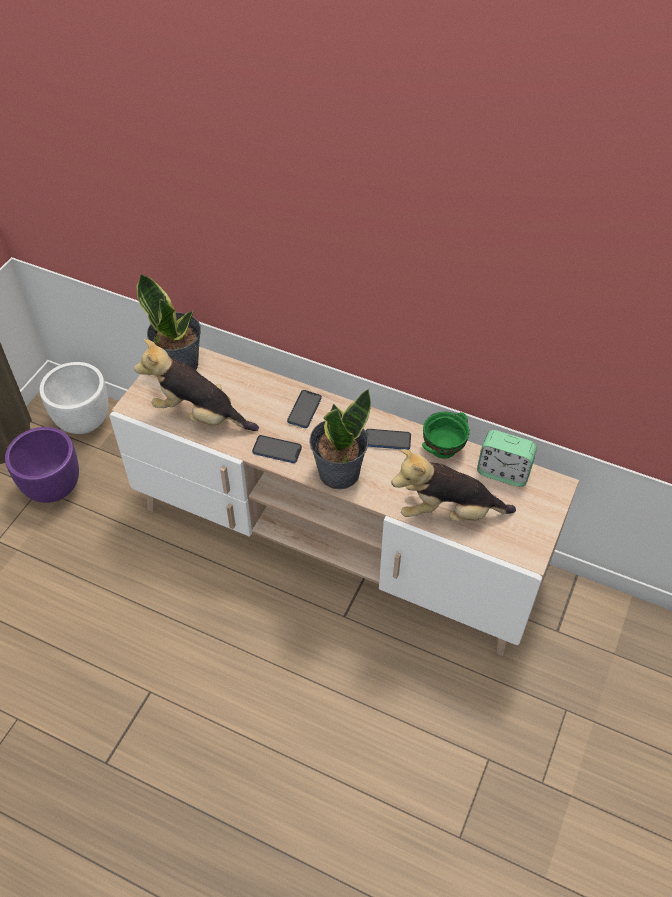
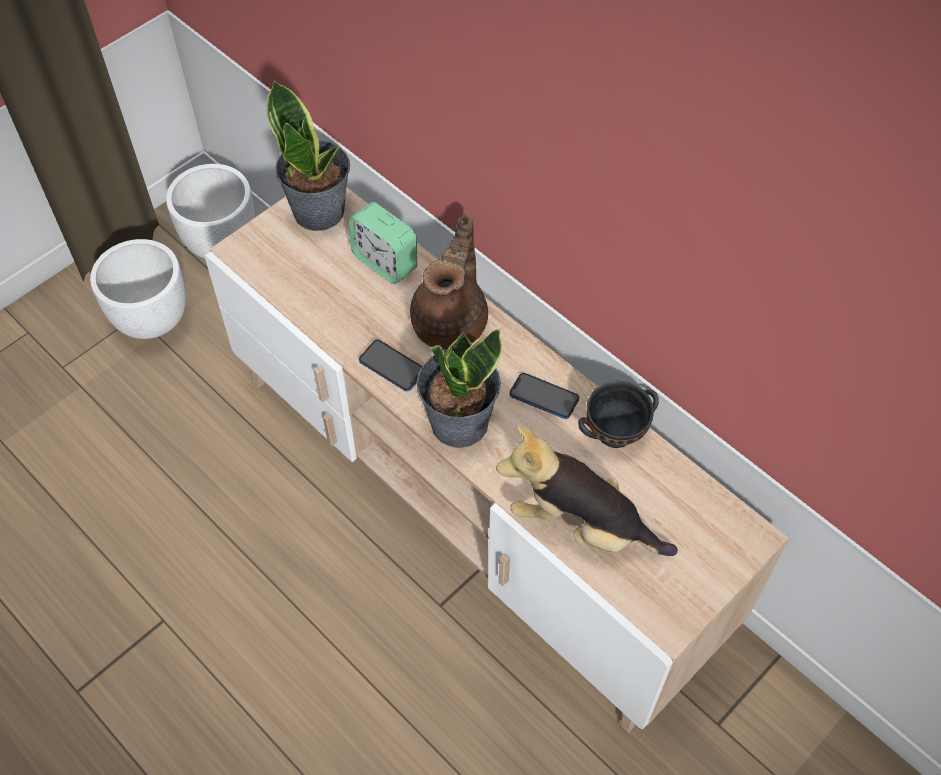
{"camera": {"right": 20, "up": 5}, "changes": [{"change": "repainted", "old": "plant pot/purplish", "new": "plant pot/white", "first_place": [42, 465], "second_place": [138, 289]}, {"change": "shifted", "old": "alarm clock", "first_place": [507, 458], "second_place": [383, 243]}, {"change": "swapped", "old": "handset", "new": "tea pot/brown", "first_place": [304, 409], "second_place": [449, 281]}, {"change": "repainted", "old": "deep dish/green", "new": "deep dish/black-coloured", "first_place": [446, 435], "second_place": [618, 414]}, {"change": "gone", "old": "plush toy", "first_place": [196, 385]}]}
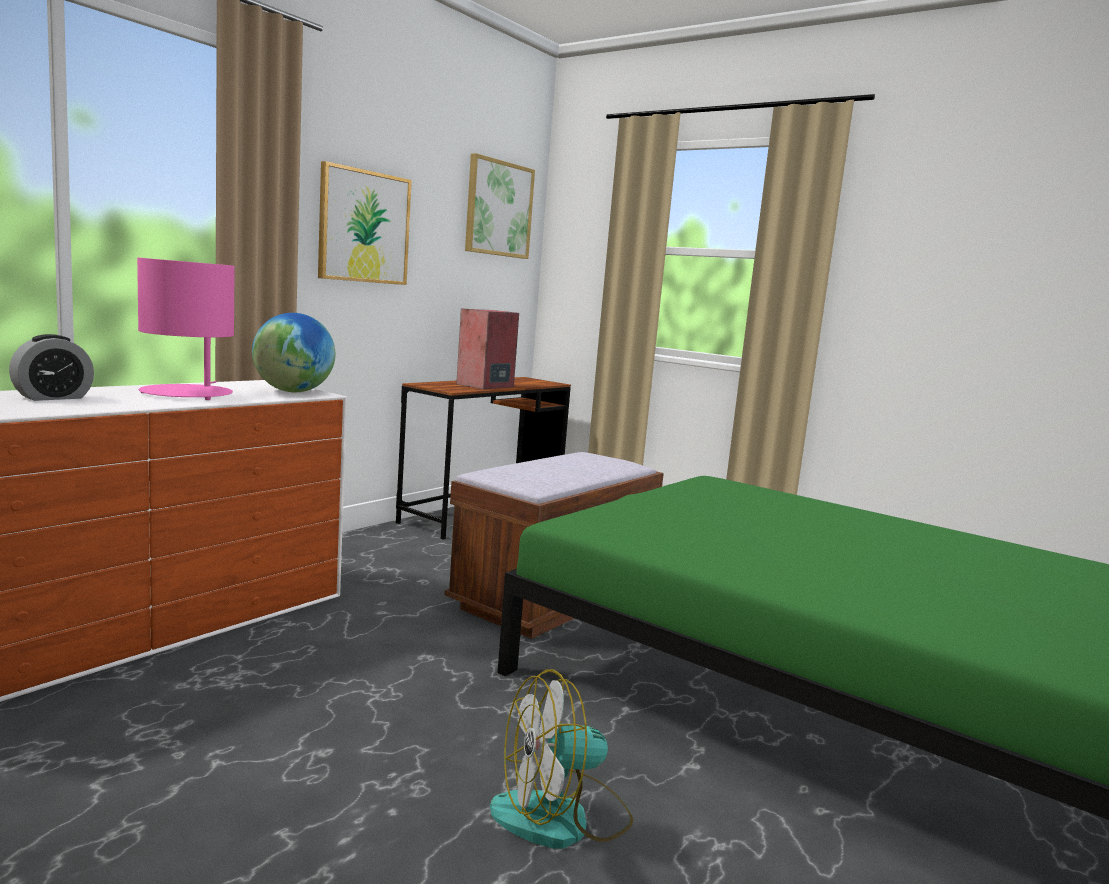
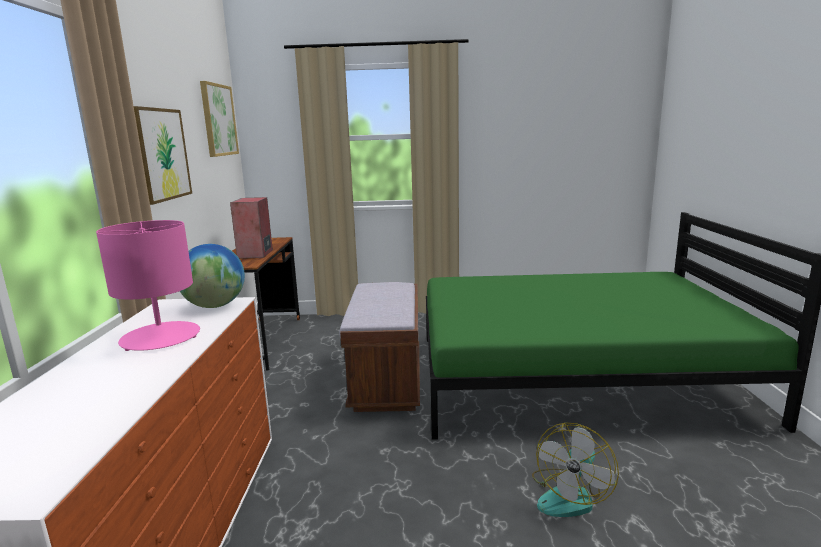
{"camera": {"right": -35, "up": 5}, "changes": [{"change": "gone", "old": "alarm clock", "first_place": [51, 367]}]}
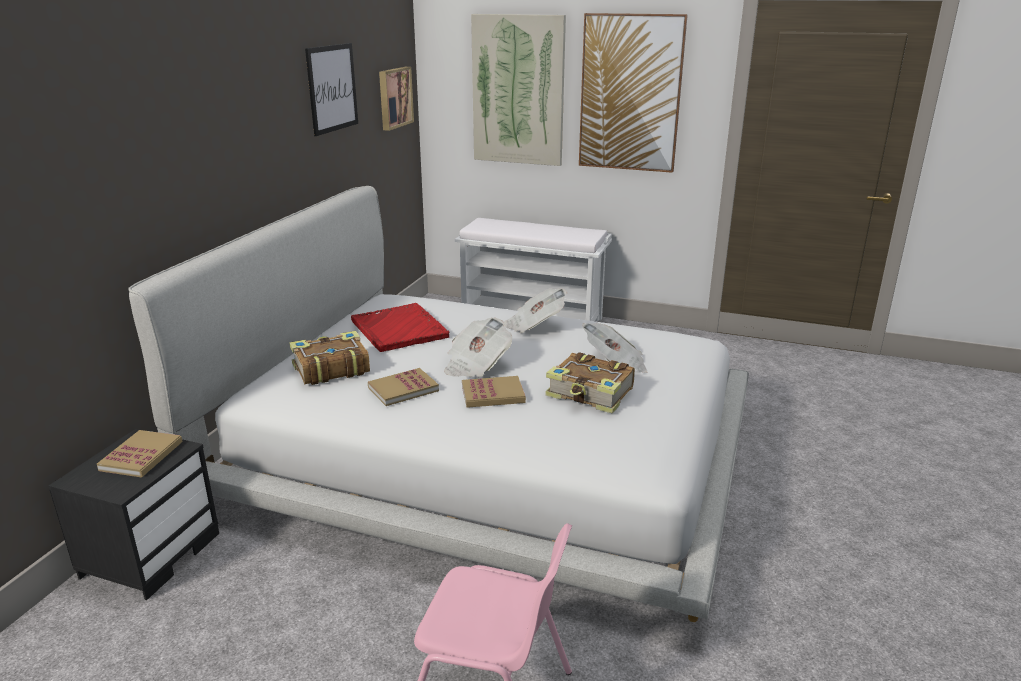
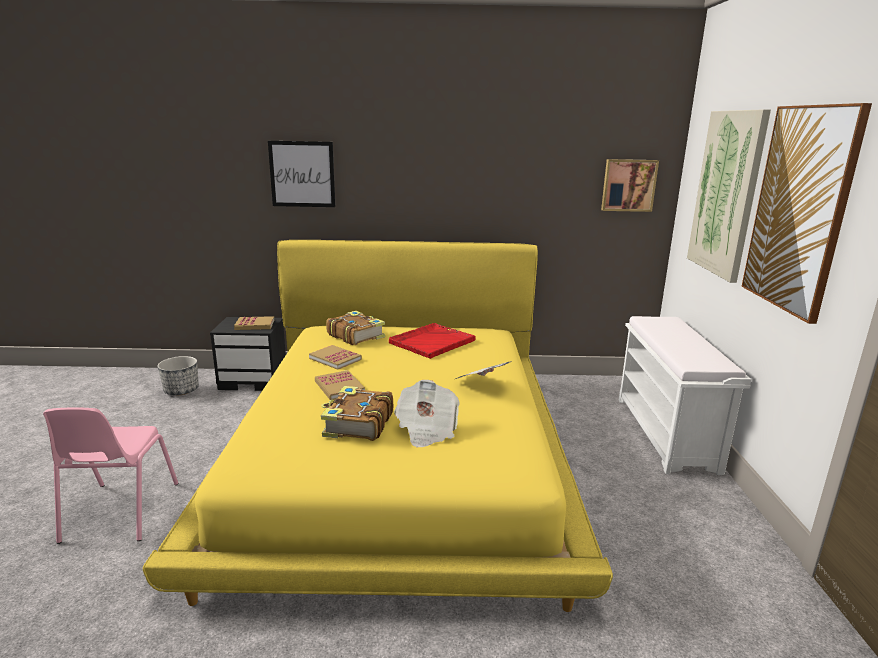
{"camera": {"right": 70, "up": -5}, "changes": [{"change": "repainted", "old": "bed/white", "new": "bed/yellow-coloured", "first_place": [439, 404], "second_place": [378, 426]}, {"change": "new", "new": "plant pot", "second_place": [178, 375]}, {"change": "shifted", "old": "picture", "first_place": [331, 89], "second_place": [302, 174]}, {"change": "gone", "old": "daily paper", "first_place": [478, 348]}]}
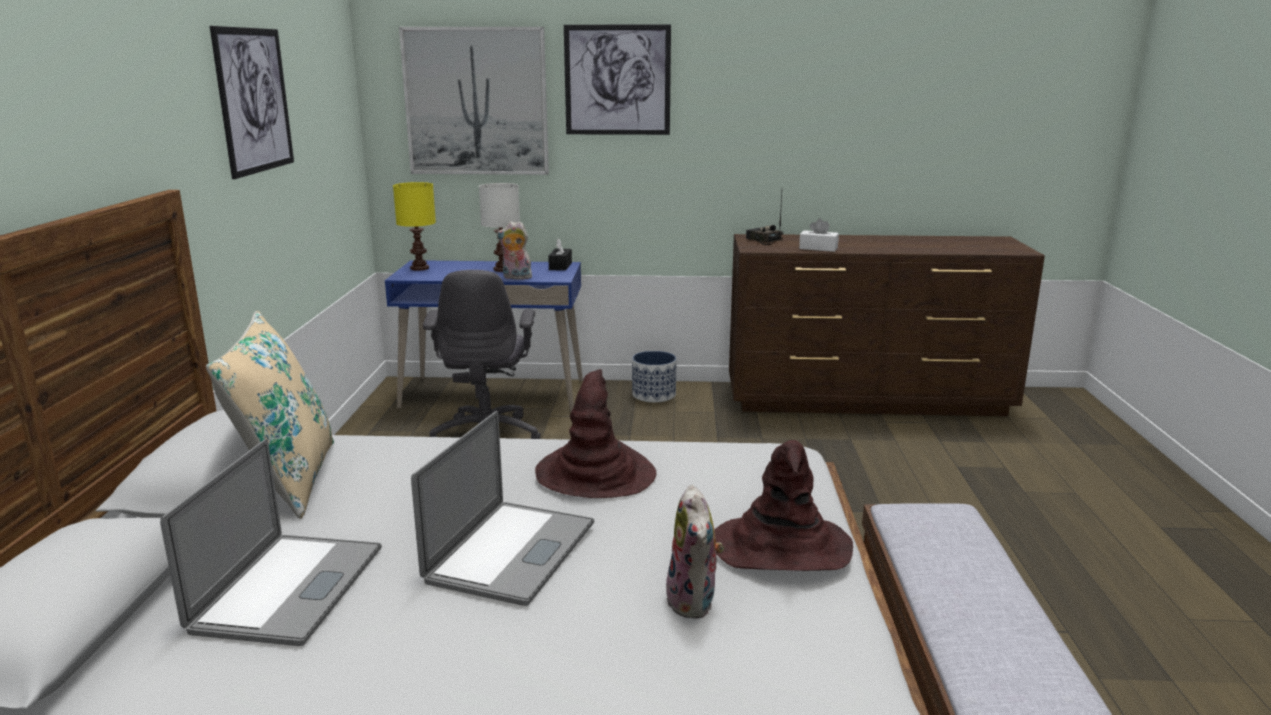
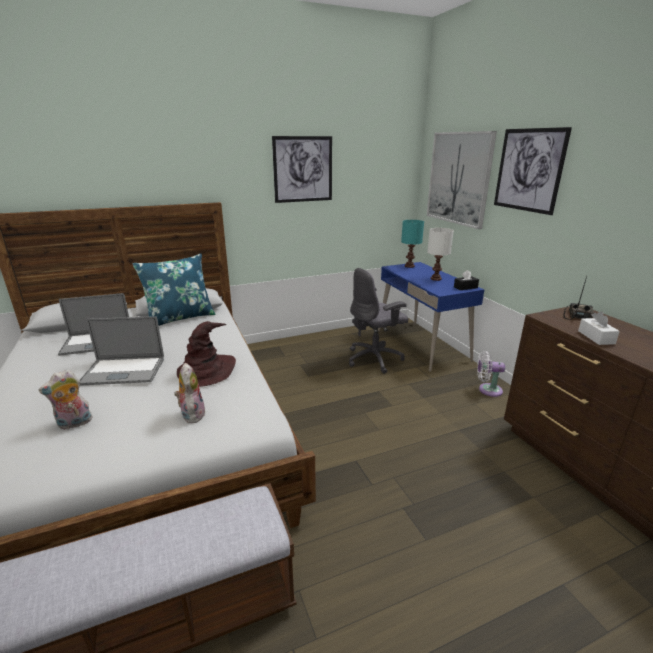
{"camera": {"right": 65, "up": 5}, "changes": [{"change": "repainted", "old": "cushion/beige-coloured", "new": "cushion/blue", "first_place": [270, 415], "second_place": [174, 290]}, {"change": "shifted", "old": "plush toy", "first_place": [514, 250], "second_place": [190, 393]}, {"change": "repainted", "old": "table lamp/yellow-coloured", "new": "table lamp/turquoise-coloured", "first_place": [414, 226], "second_place": [412, 244]}, {"change": "swapped", "old": "plant pot", "new": "electric fan/white", "first_place": [654, 377], "second_place": [491, 374]}, {"change": "gone", "old": "wearable hat/brown", "first_place": [783, 505]}]}
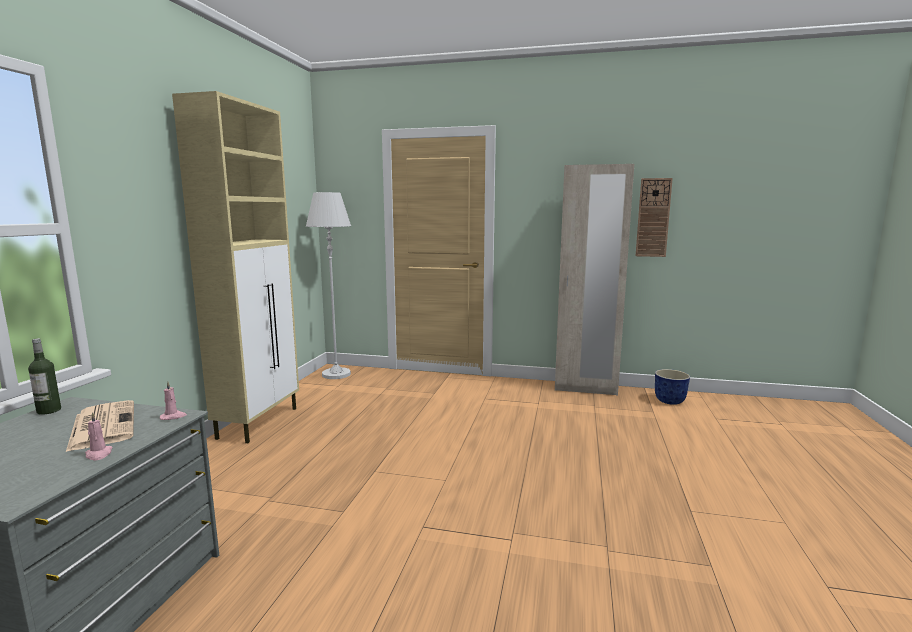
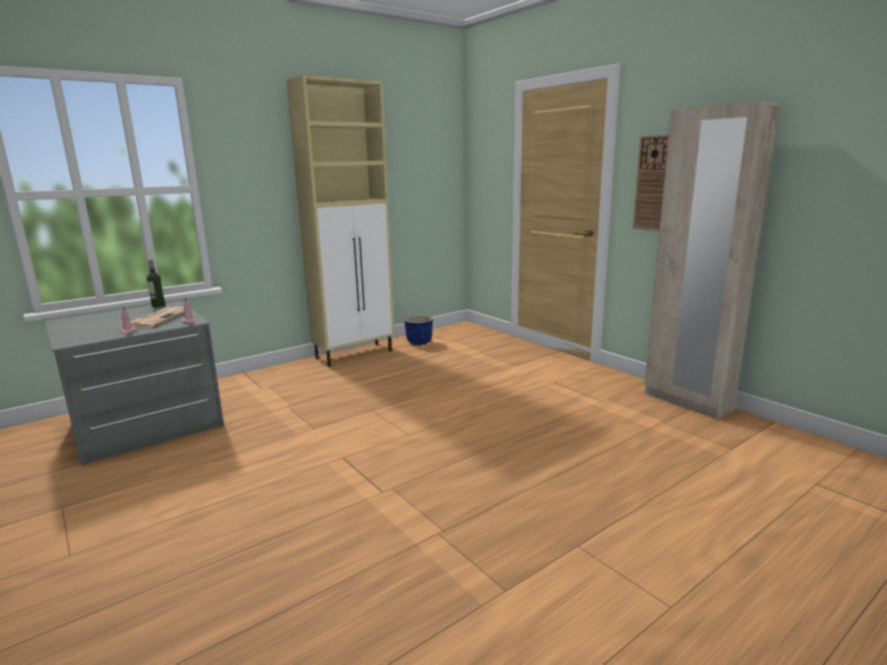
{"camera": {"right": 40, "up": 5}, "changes": [{"change": "shifted", "old": "plant pot", "first_place": [672, 387], "second_place": [418, 330]}, {"change": "shifted", "old": "wall clock", "first_place": [654, 217], "second_place": [650, 183]}, {"change": "gone", "old": "standard lamp/white", "first_place": [328, 285]}]}
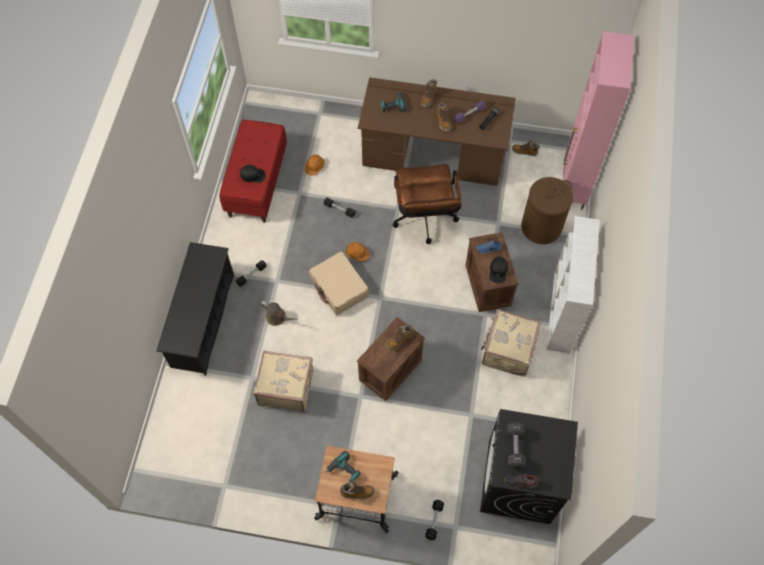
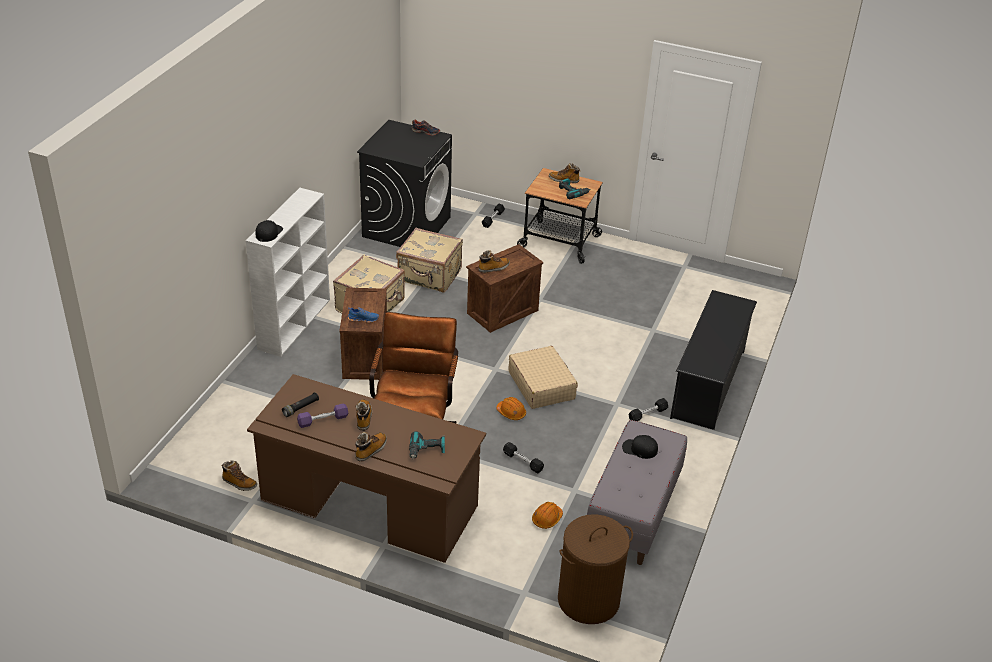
{"camera": {"right": -170, "up": -25}, "changes": [{"change": "shifted", "old": "peaked cap/black-coloured", "first_place": [498, 270], "second_place": [269, 231]}, {"change": "shifted", "old": "travel case/beige-coloured", "first_place": [283, 381], "second_place": [429, 260]}, {"change": "shifted", "old": "hamper/brown", "first_place": [547, 210], "second_place": [595, 569]}, {"change": "repainted", "old": "long seat/red", "new": "long seat/greyish", "first_place": [253, 171], "second_place": [637, 492]}, {"change": "gone", "old": "watering can/brown", "first_place": [279, 313]}, {"change": "gone", "old": "hand weight/black-coloured", "first_place": [516, 445]}, {"change": "gone", "old": "cupboard/pink-coloured", "first_place": [598, 120]}]}
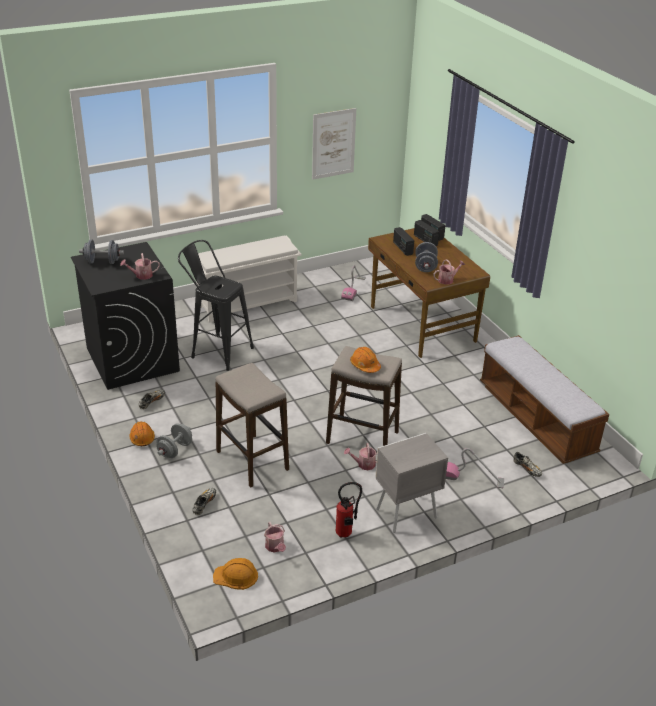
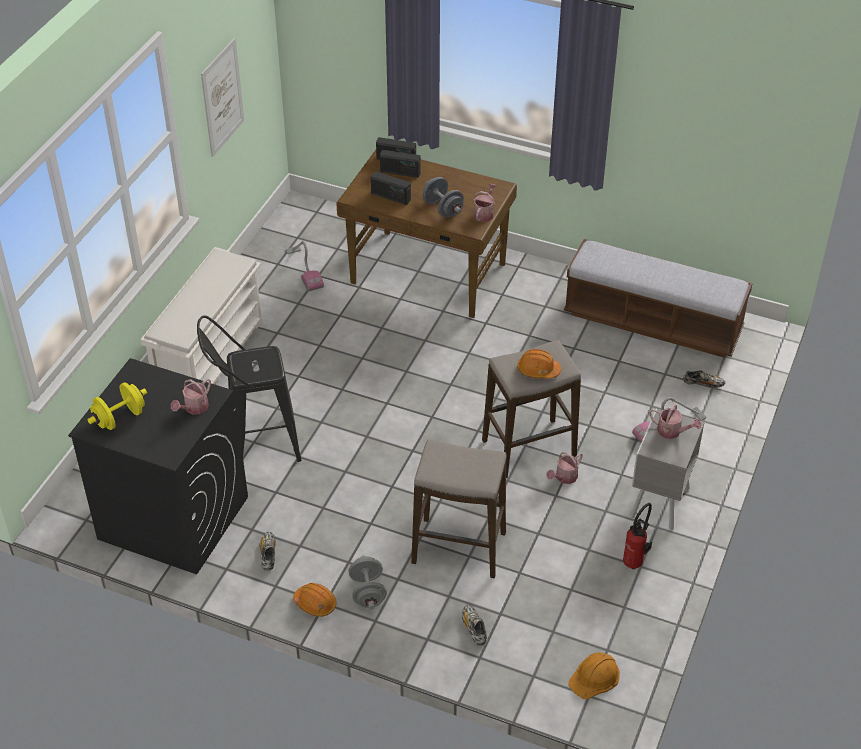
{"camera": {"right": -40, "up": 10}, "changes": [{"change": "repainted", "old": "hand weight/greyish", "new": "hand weight/yellow-coloured", "first_place": [101, 252], "second_place": [117, 406]}, {"change": "shifted", "old": "watering can", "first_place": [275, 537], "second_place": [675, 421]}]}
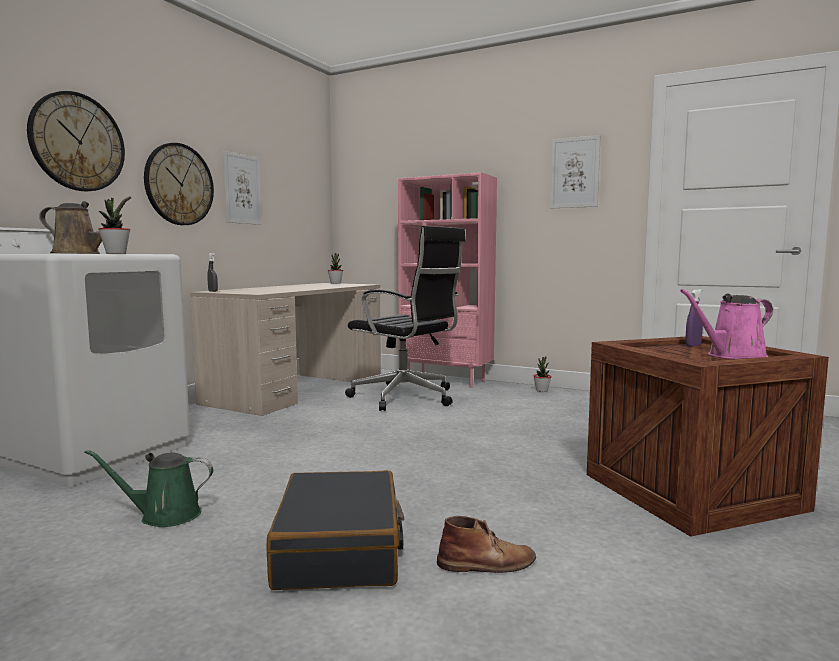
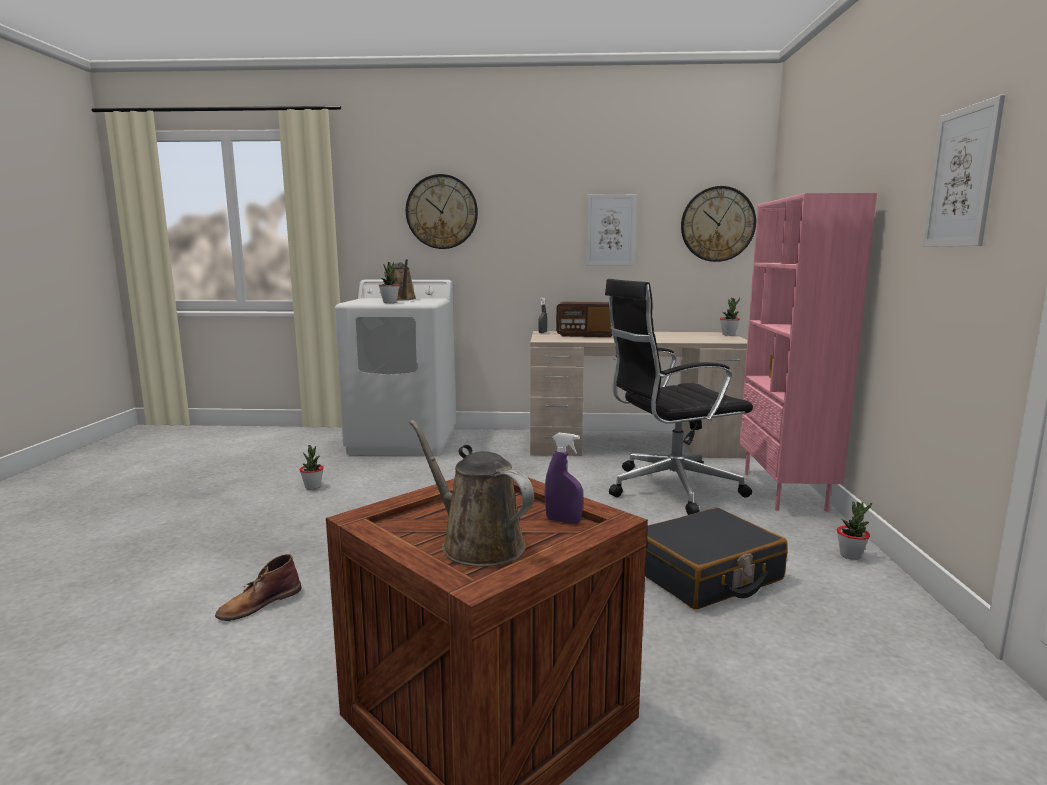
{"camera": {"right": 65, "up": 5}, "changes": [{"change": "rotated", "old": "tall boot/brown", "first_place": [486, 544], "second_place": [258, 587], "degrees": 75}, {"change": "swapped", "old": "watering can/green", "new": "plant in a pot", "first_place": [148, 488], "second_place": [312, 467]}, {"change": "repainted", "old": "watering can/pink-coloured", "new": "watering can/brown", "first_place": [726, 324], "second_place": [471, 493]}, {"change": "new", "new": "radio set", "second_place": [584, 319]}, {"change": "rotated", "old": "computer chair/black-coloured", "first_place": [405, 318], "second_place": [679, 397], "degrees": 60}, {"change": "shifted", "old": "travel case/black-coloured", "first_place": [336, 530], "second_place": [716, 558]}, {"change": "shifted", "old": "wall clock", "first_place": [179, 184], "second_place": [718, 224]}]}
